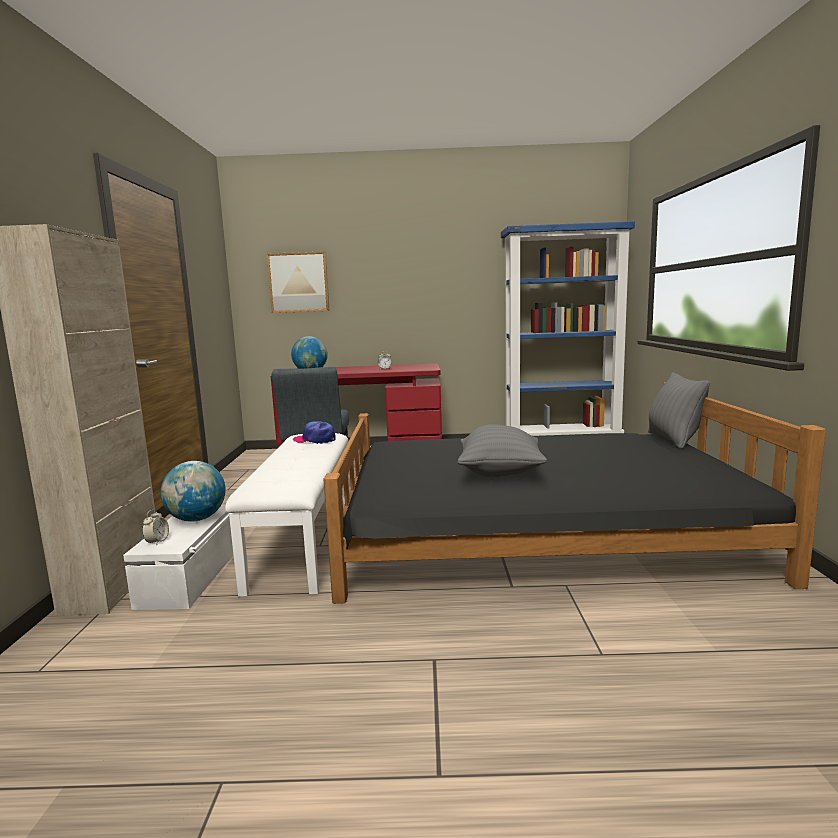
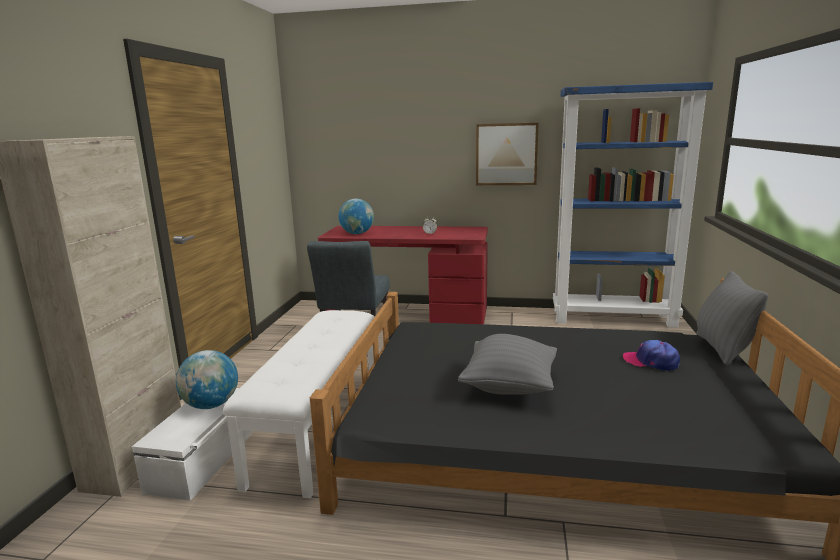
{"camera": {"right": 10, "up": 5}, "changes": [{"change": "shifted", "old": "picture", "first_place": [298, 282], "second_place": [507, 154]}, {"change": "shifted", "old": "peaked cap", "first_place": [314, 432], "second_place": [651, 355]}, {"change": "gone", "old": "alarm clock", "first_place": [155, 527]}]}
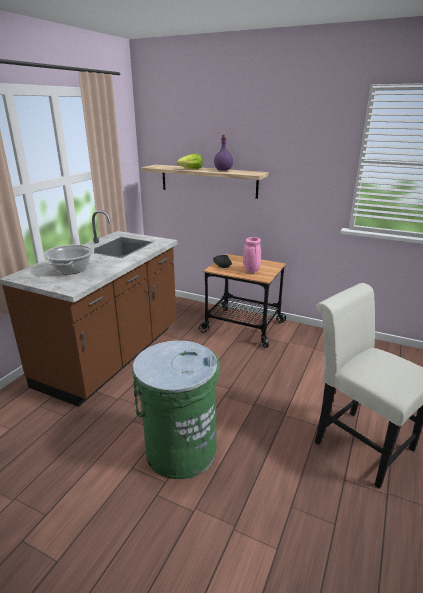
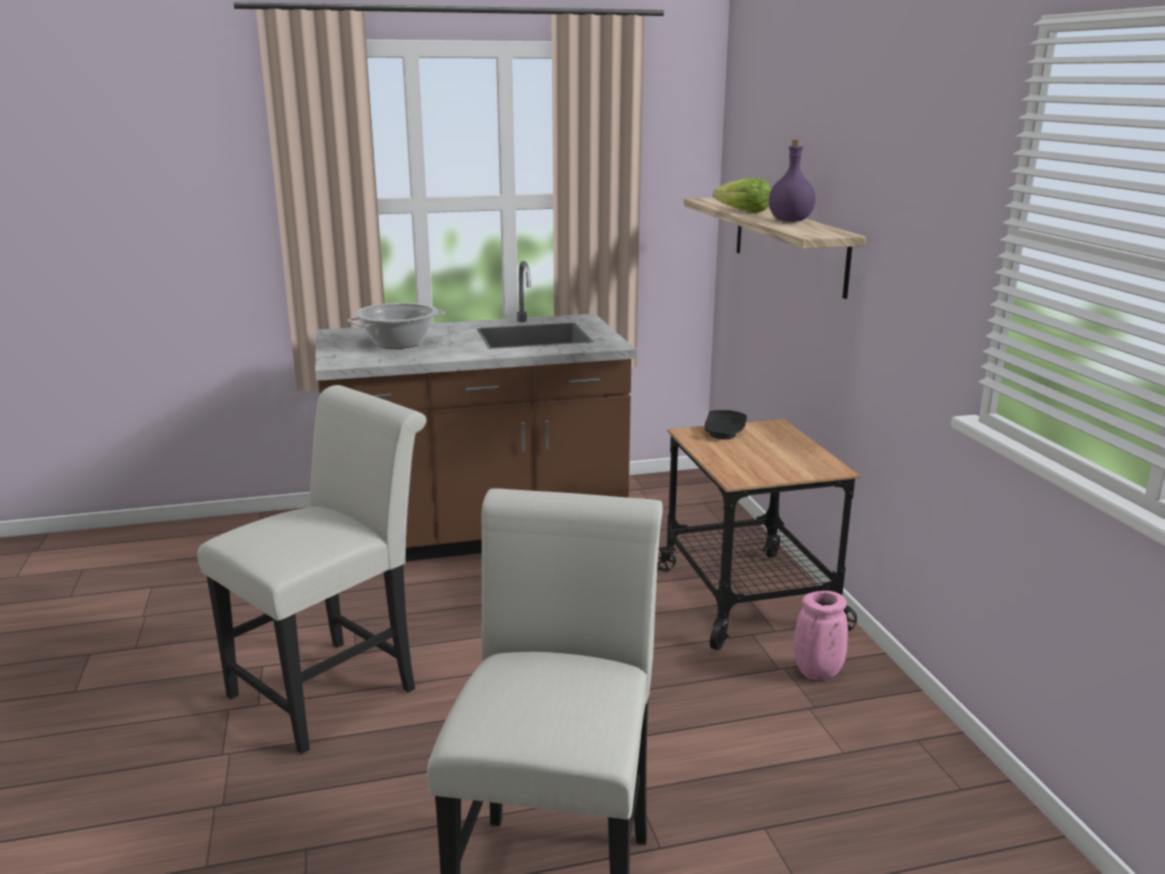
{"camera": {"right": 50, "up": -5}, "changes": [{"change": "swapped", "old": "waste bin/green", "new": "plain chair/white", "first_place": [176, 410], "second_place": [312, 569]}, {"change": "shifted", "old": "decorative vase/pink-coloured", "first_place": [252, 255], "second_place": [821, 635]}]}
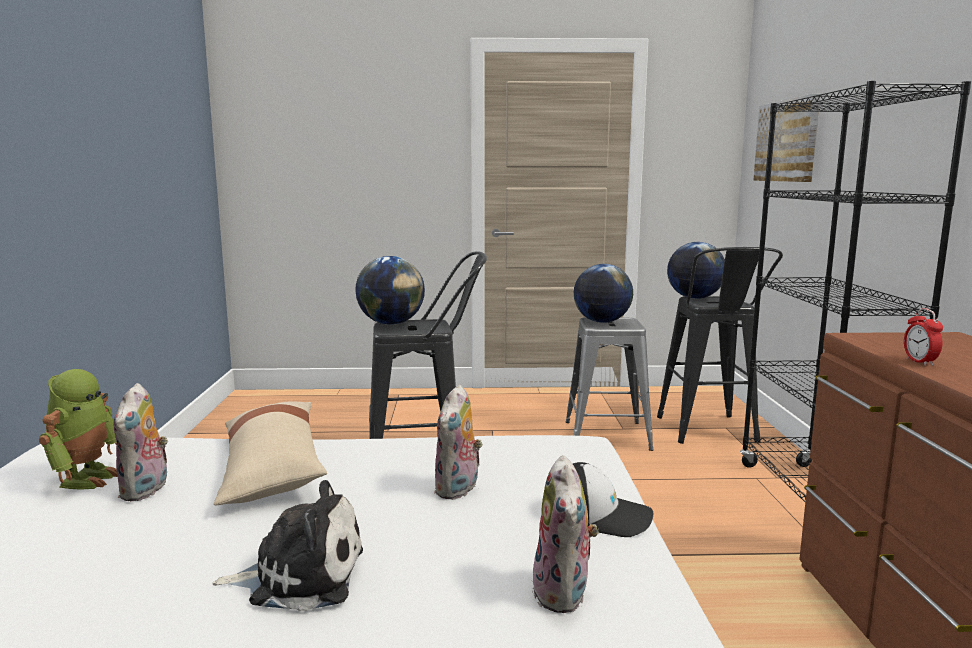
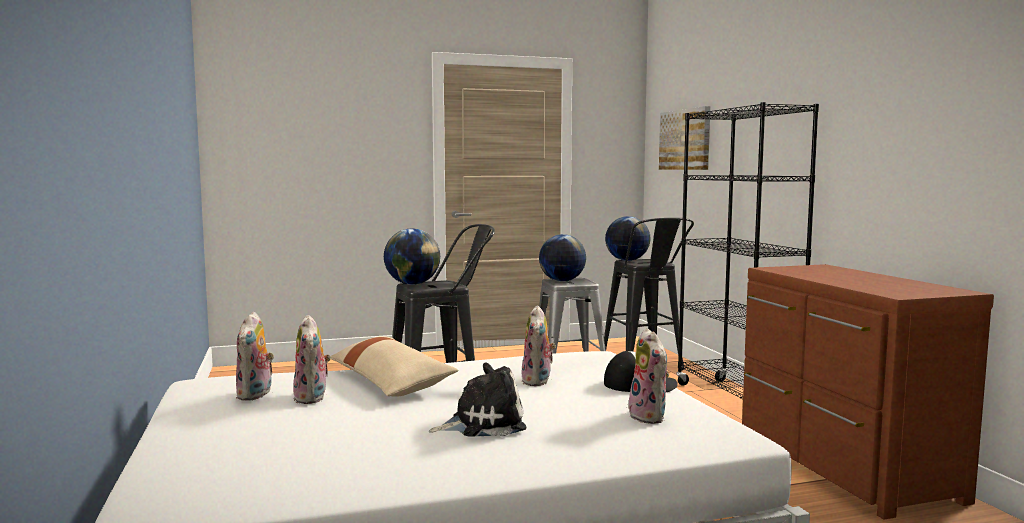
{"camera": {"right": -15, "up": -5}, "changes": [{"change": "swapped", "old": "toy robot", "new": "plush toy", "first_place": [78, 429], "second_place": [255, 356]}, {"change": "gone", "old": "alarm clock", "first_place": [923, 337]}]}
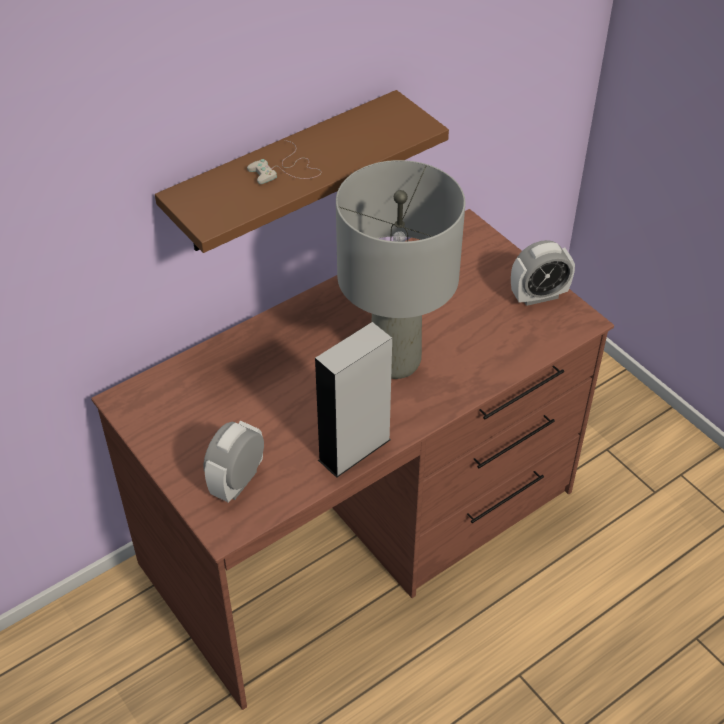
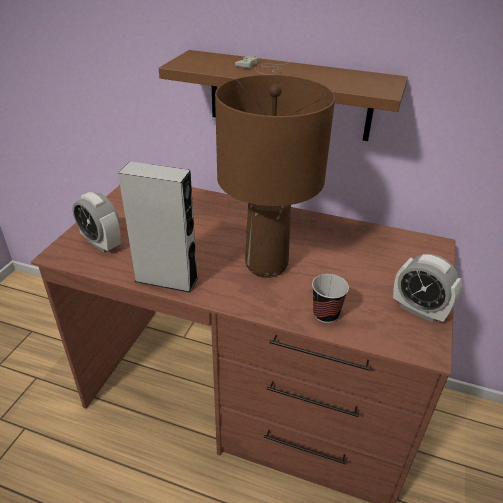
{"camera": {"right": 55, "up": -10}, "changes": [{"change": "rotated", "old": "alarm clock", "first_place": [233, 462], "second_place": [97, 222], "degrees": -135}, {"change": "repainted", "old": "table lamp/greyish", "new": "table lamp/brown", "first_place": [400, 269], "second_place": [275, 176]}, {"change": "new", "new": "small cup", "second_place": [330, 298]}]}
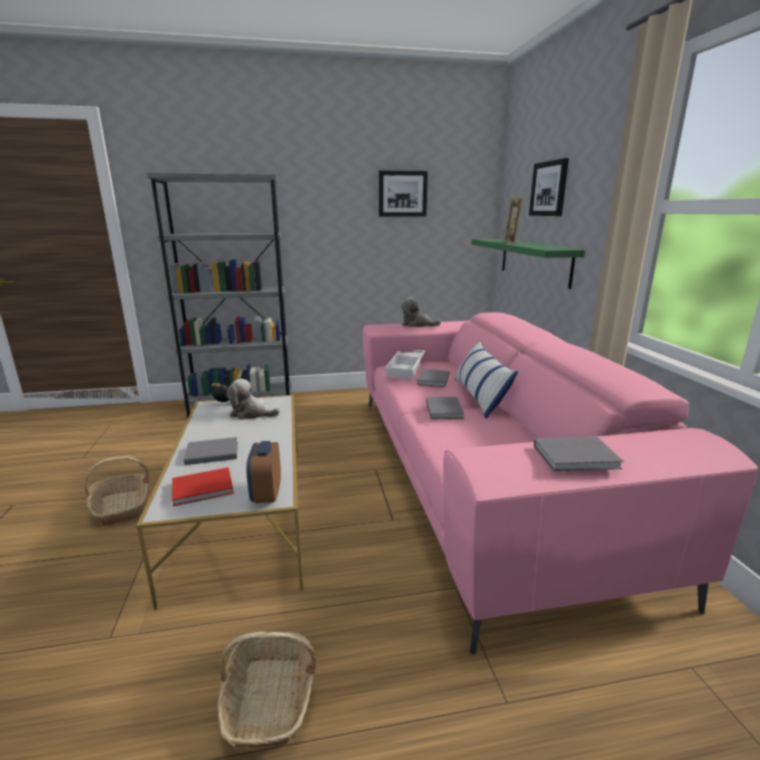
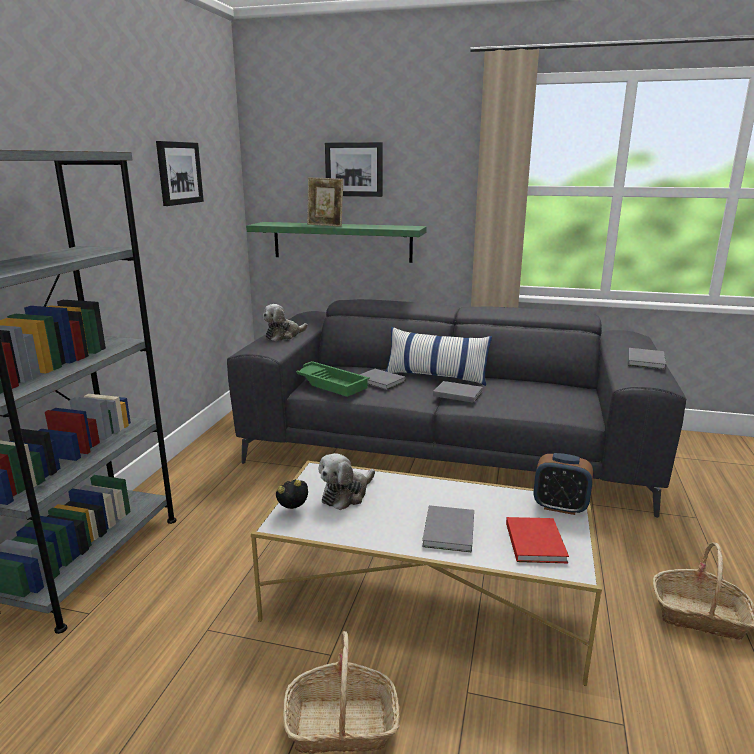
{"camera": {"right": -65, "up": 0}, "changes": [{"change": "repainted", "old": "settee/pink-coloured", "new": "settee/greyish", "first_place": [560, 483], "second_place": [456, 408]}, {"change": "repainted", "old": "carrying tray/white", "new": "carrying tray/green", "first_place": [405, 364], "second_place": [333, 379]}]}
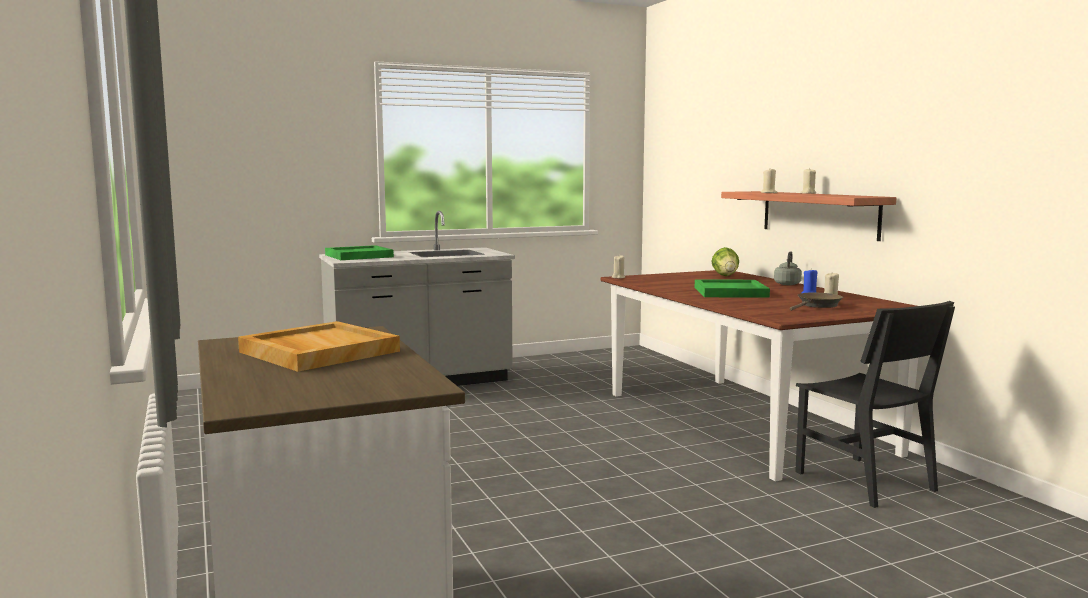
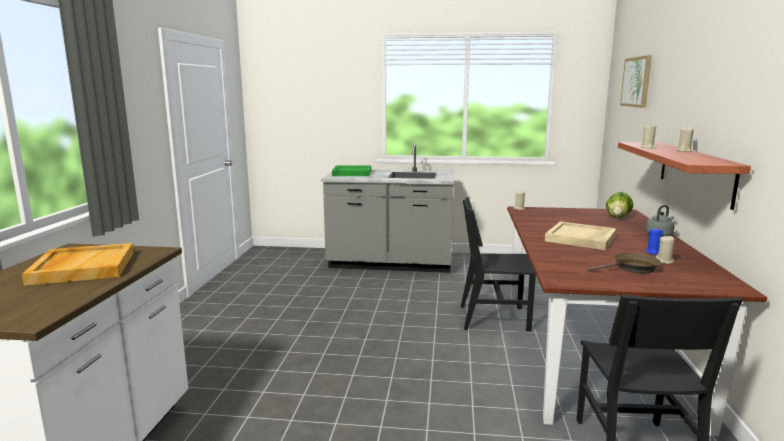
{"camera": {"right": 30, "up": 5}, "changes": [{"change": "new", "new": "plain chair/black-coloured", "second_place": [498, 264]}, {"change": "repainted", "old": "carrying tray/green", "new": "carrying tray/beige-coloured", "first_place": [732, 288], "second_place": [580, 235]}, {"change": "new", "new": "picture", "second_place": [636, 81]}]}
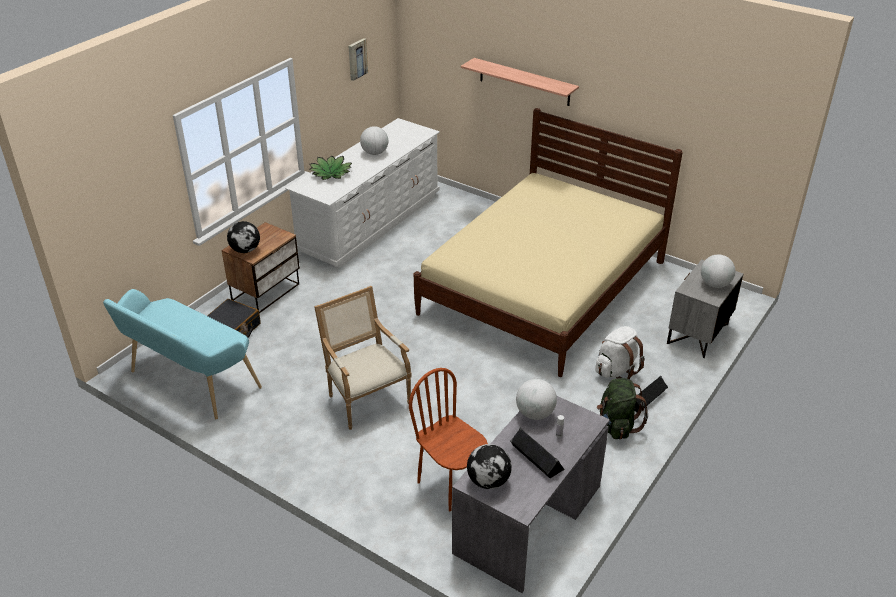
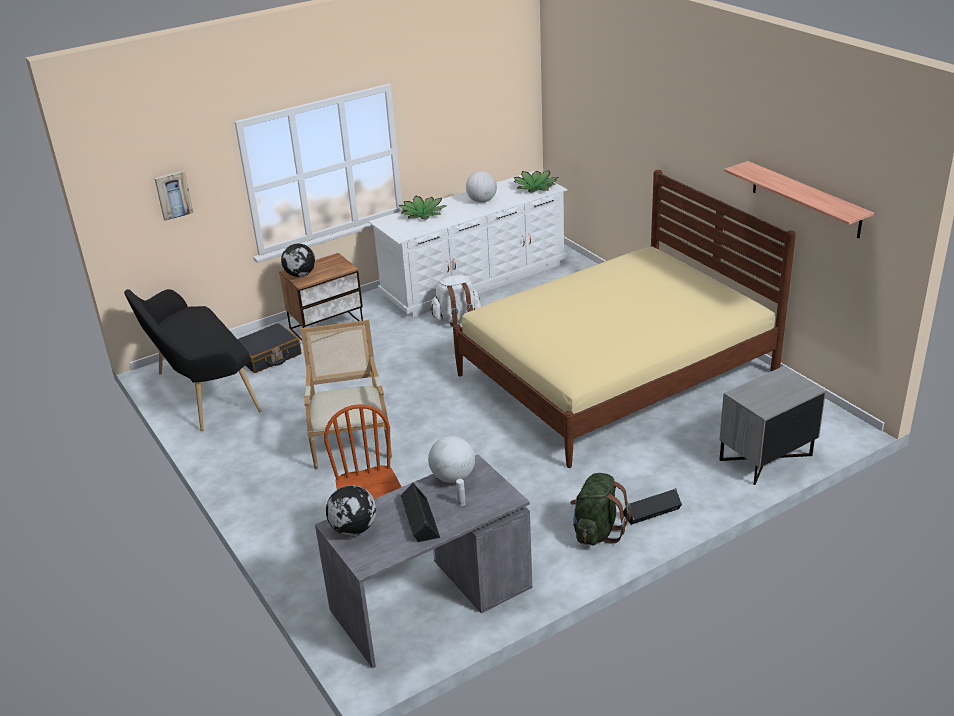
{"camera": {"right": 25, "up": -5}, "changes": [{"change": "repainted", "old": "long seat/turquoise-coloured", "new": "long seat/black-coloured", "first_place": [182, 354], "second_place": [193, 360]}, {"change": "shifted", "old": "picture", "first_place": [358, 59], "second_place": [174, 196]}, {"change": "shifted", "old": "rucksack/white", "first_place": [620, 352], "second_place": [455, 301]}, {"change": "new", "new": "plant in a pot", "second_place": [535, 181]}, {"change": "shifted", "old": "bracket shelf", "first_place": [520, 82], "second_place": [799, 199]}, {"change": "gone", "old": "world globe", "first_place": [718, 271]}]}
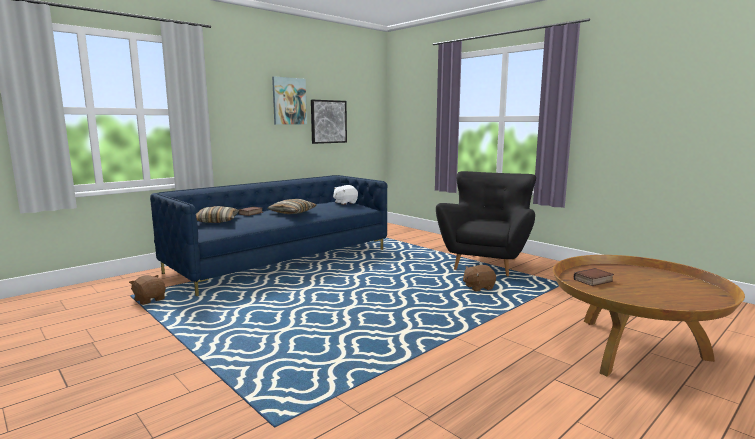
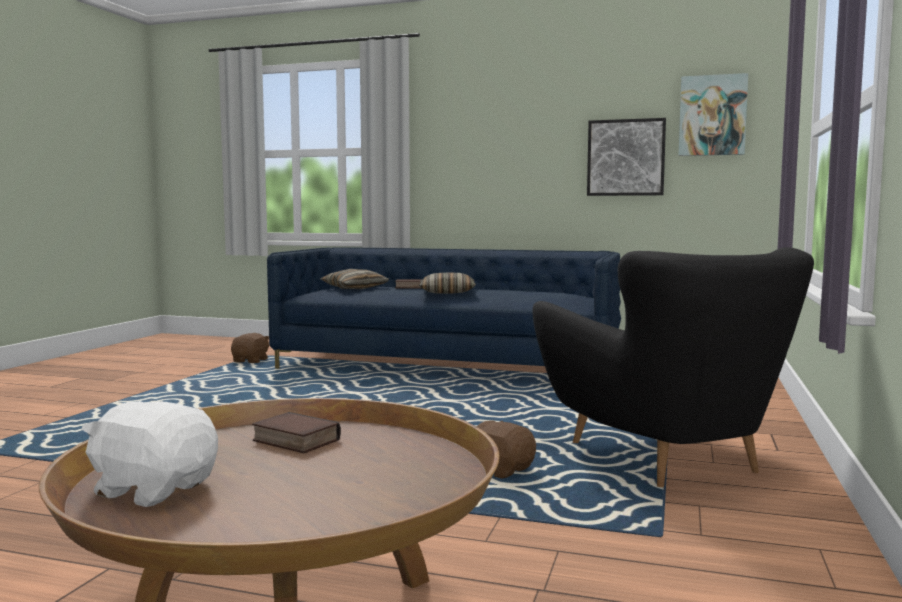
{"camera": {"right": 60, "up": -5}, "changes": [{"change": "shifted", "old": "plush toy/white", "first_place": [345, 195], "second_place": [149, 454]}, {"change": "rotated", "old": "easy chair/black-coloured", "first_place": [486, 223], "second_place": [673, 367], "degrees": 75}, {"change": "shifted", "old": "picture", "first_place": [289, 100], "second_place": [713, 114]}]}
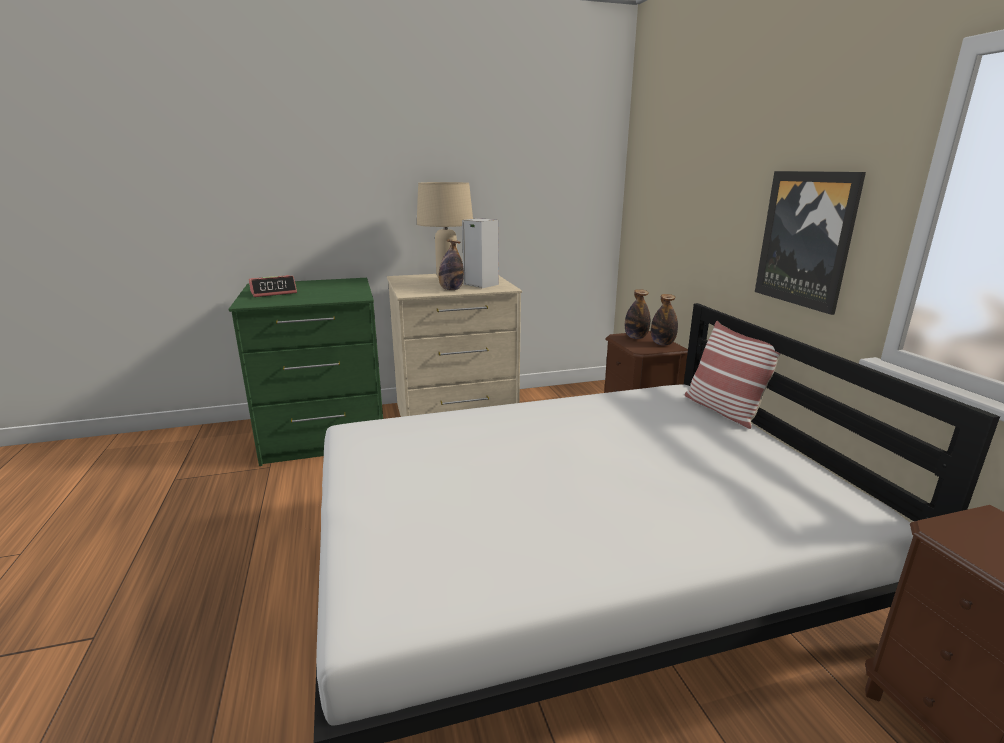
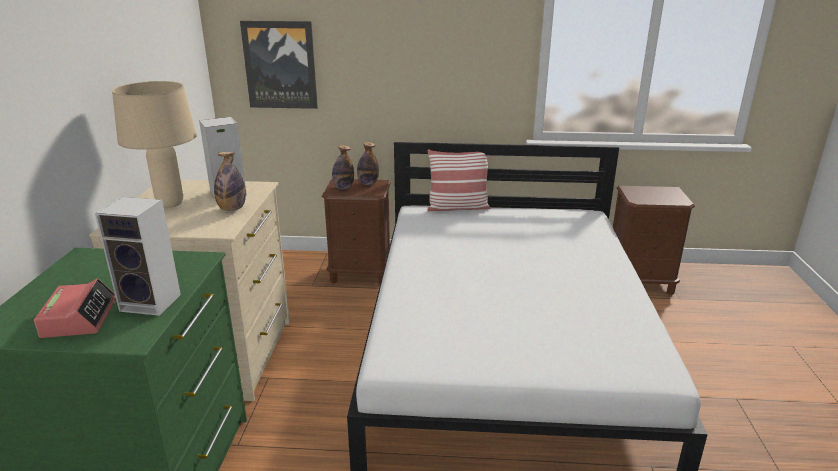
{"camera": {"right": -70, "up": 5}, "changes": [{"change": "new", "new": "speaker", "second_place": [138, 256]}, {"change": "shifted", "old": "picture", "first_place": [810, 243], "second_place": [279, 65]}]}
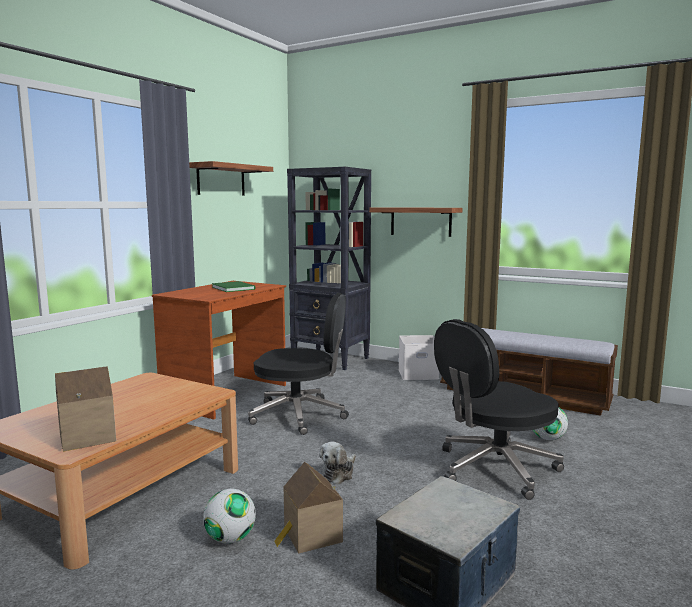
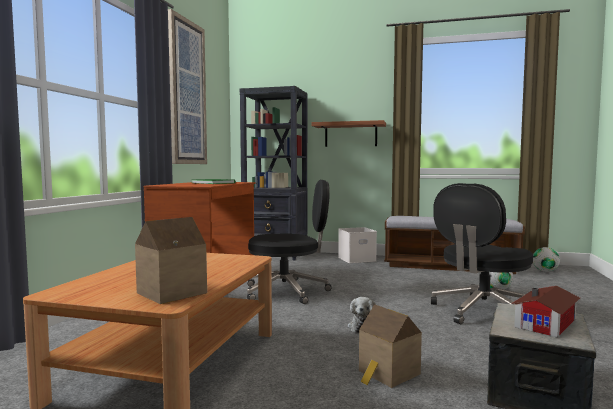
{"camera": {"right": -15, "up": -5}, "changes": [{"change": "swapped", "old": "bracket shelf", "new": "picture", "first_place": [231, 178], "second_place": [187, 86]}, {"change": "new", "new": "model house", "second_place": [545, 312]}, {"change": "shifted", "old": "ball for football", "first_place": [229, 516], "second_place": [546, 259]}]}
